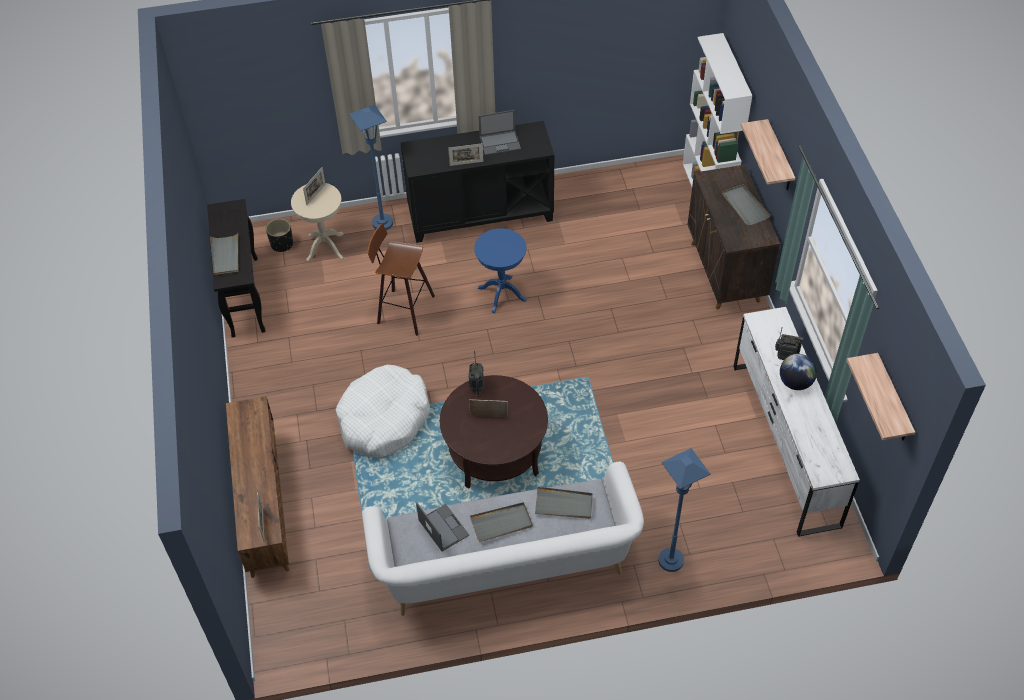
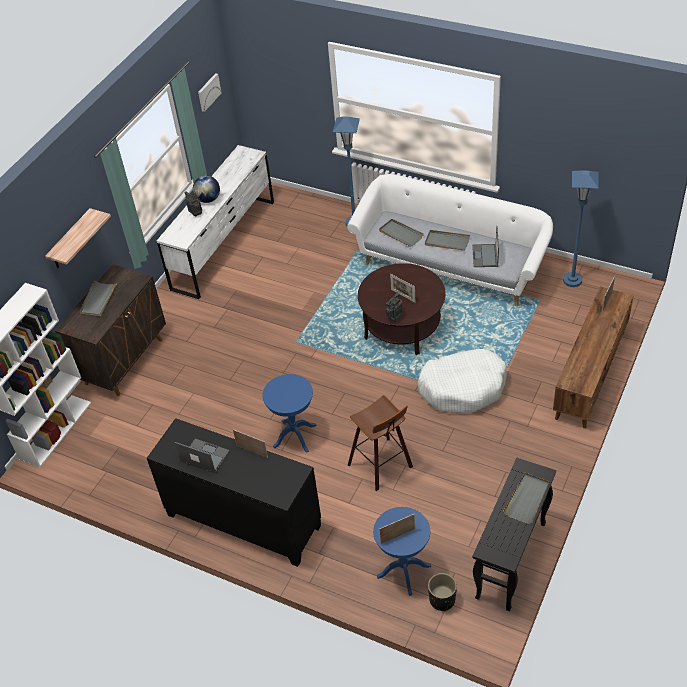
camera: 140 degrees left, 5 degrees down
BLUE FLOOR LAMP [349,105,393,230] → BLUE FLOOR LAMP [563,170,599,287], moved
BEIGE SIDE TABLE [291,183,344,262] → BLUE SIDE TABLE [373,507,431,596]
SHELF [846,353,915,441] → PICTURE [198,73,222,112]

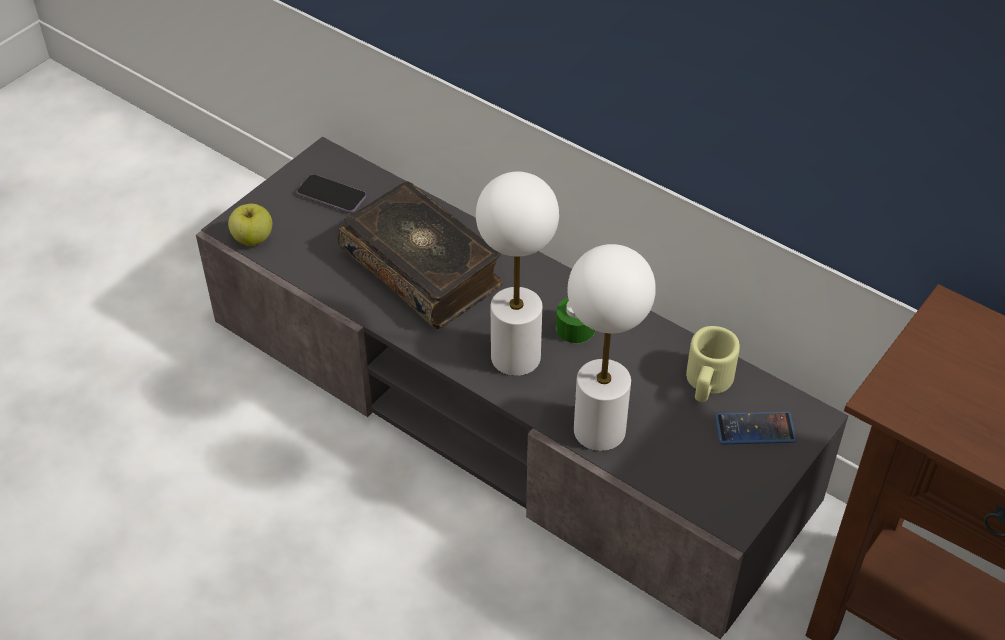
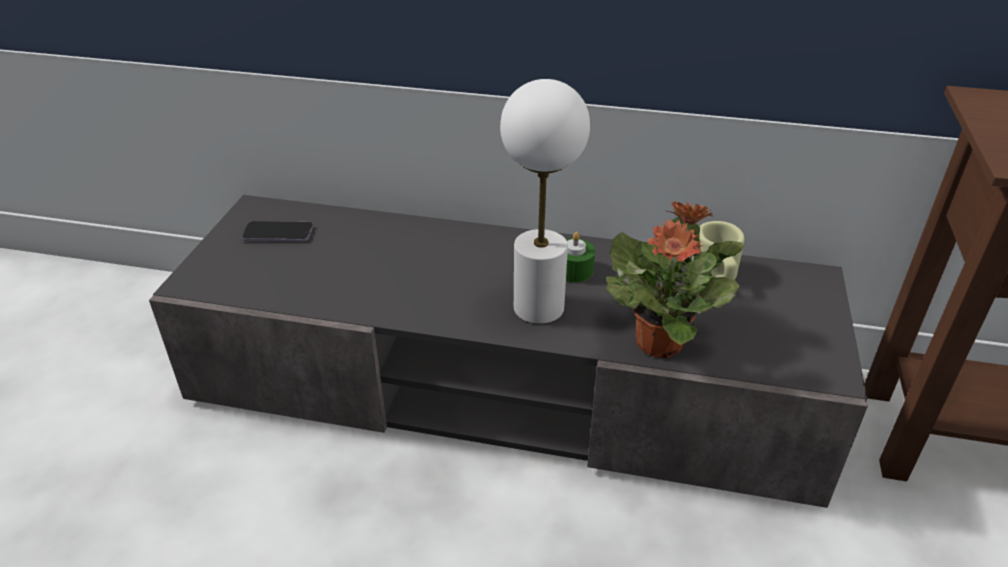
camera: 25 degrees left, 10 degrees down
BOOK [338,181,503,329] → -
APPLE [228,204,272,246] → -
WHITE TABLE LAMP [567,244,656,451] → POTTED PLANT [606,201,745,358]
PHONE [715,412,796,445] → -

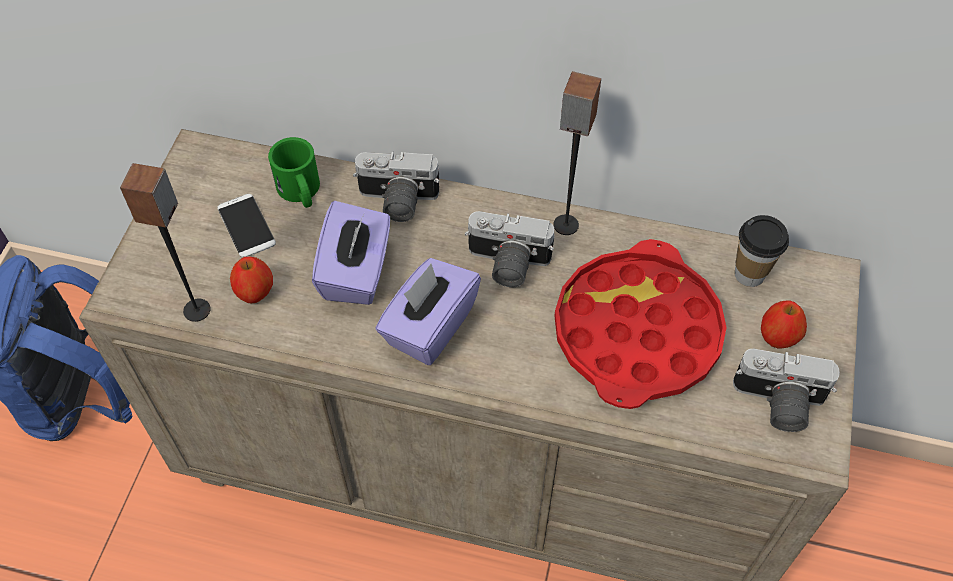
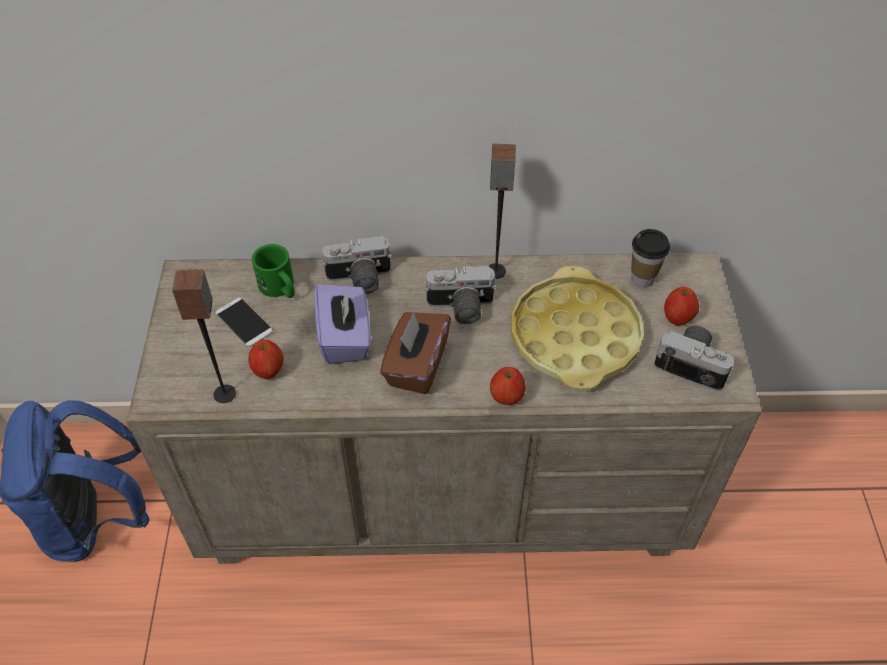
camera: 15 degrees left, 5 degrees down
RED TRAY [554,239,727,409] → YELLOW TRAY [511,266,644,390]
PURPLE TISSUE BOX [376,258,481,365] → BROWN TISSUE BOX [380,312,451,394]
PHOTO CAMERA [733,349,840,432] → PHOTO CAMERA [654,326,734,391], 150 degrees counterclockwise
- → APPLE [490,367,526,405]

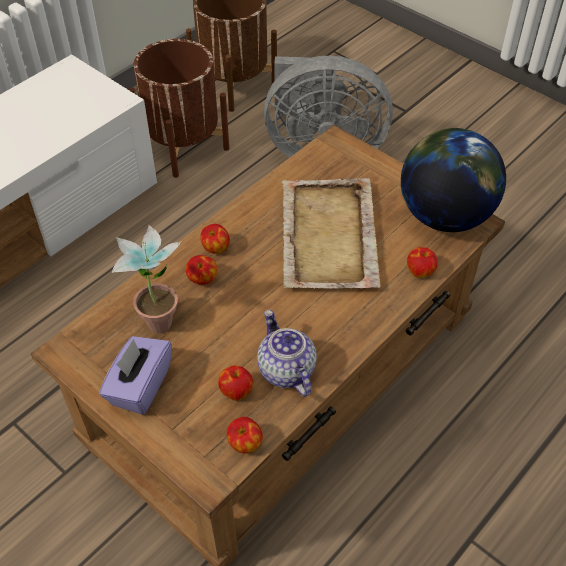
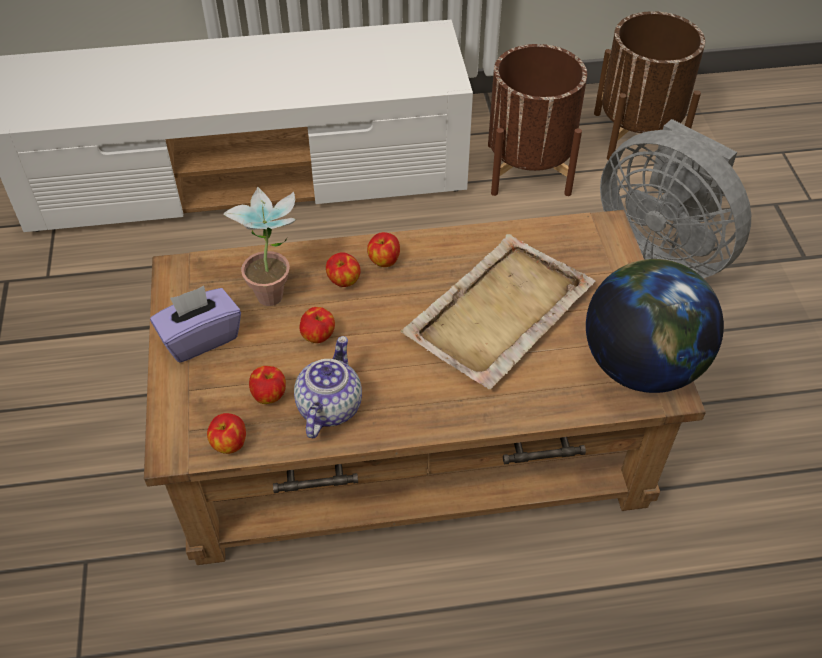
camera: 40 degrees right, 0 degrees up
APPLE [407,247,438,278] → APPLE [300,307,335,343], moved

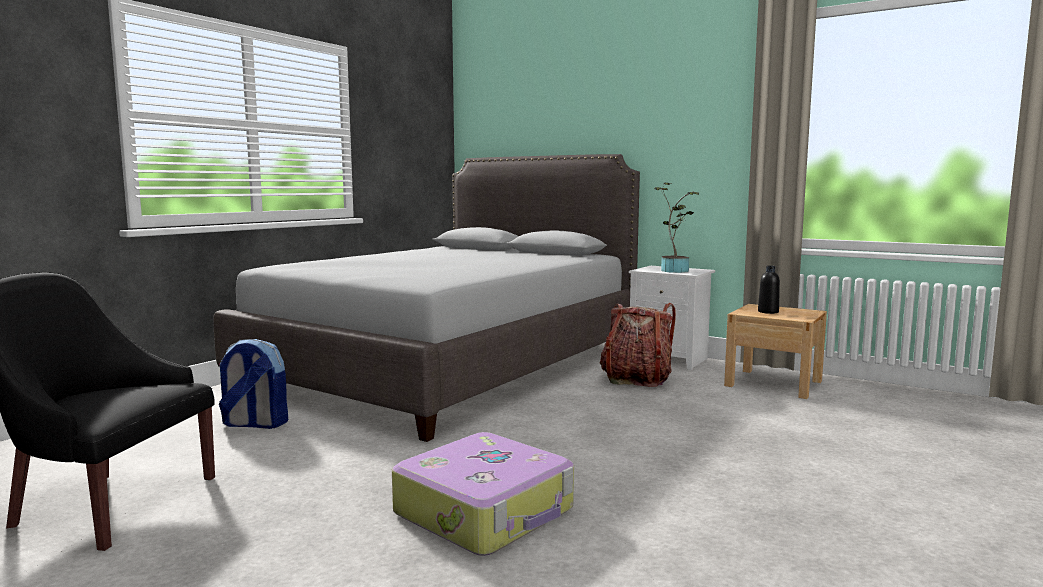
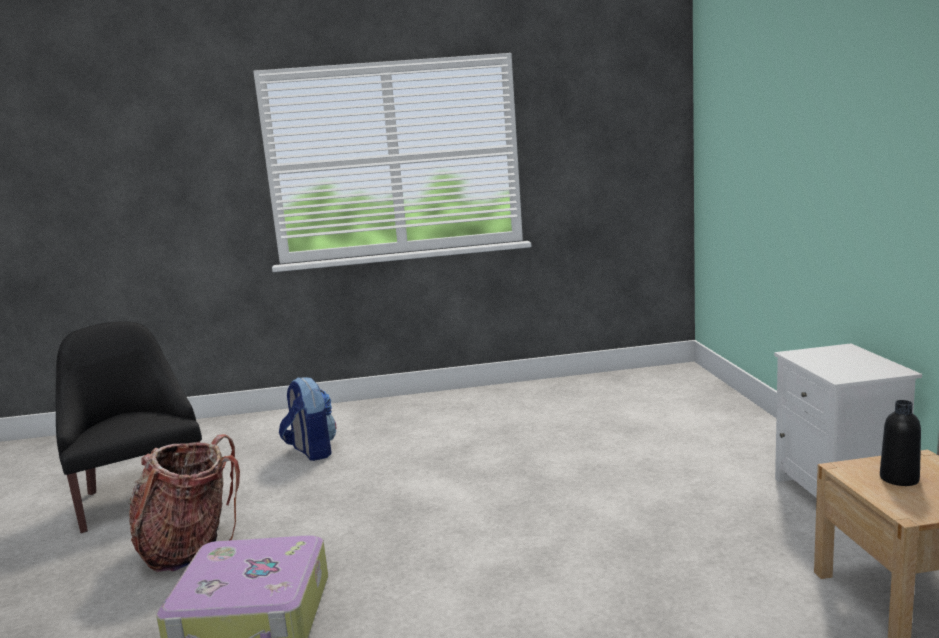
camera: 50 degrees right, 5 degrees up
GREY BED [213,154,640,442] → -
POTTED PLANT [654,182,699,273] → -
BACKPACK [600,303,676,387] → BACKPACK [129,434,240,572], moved

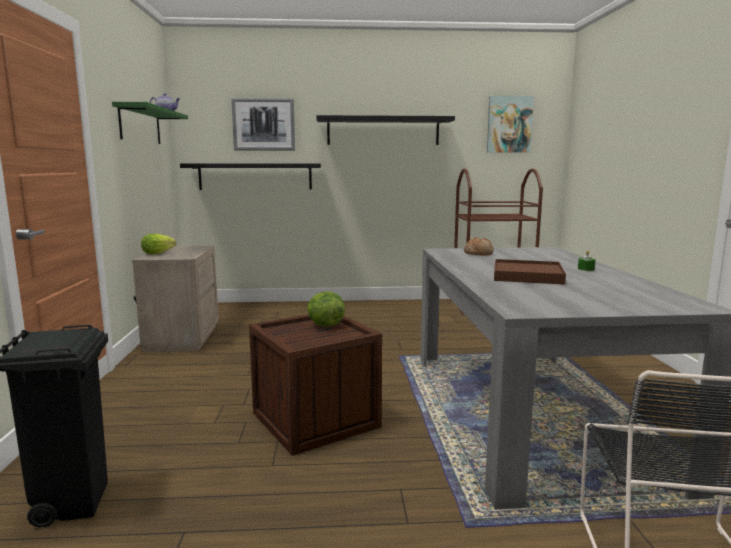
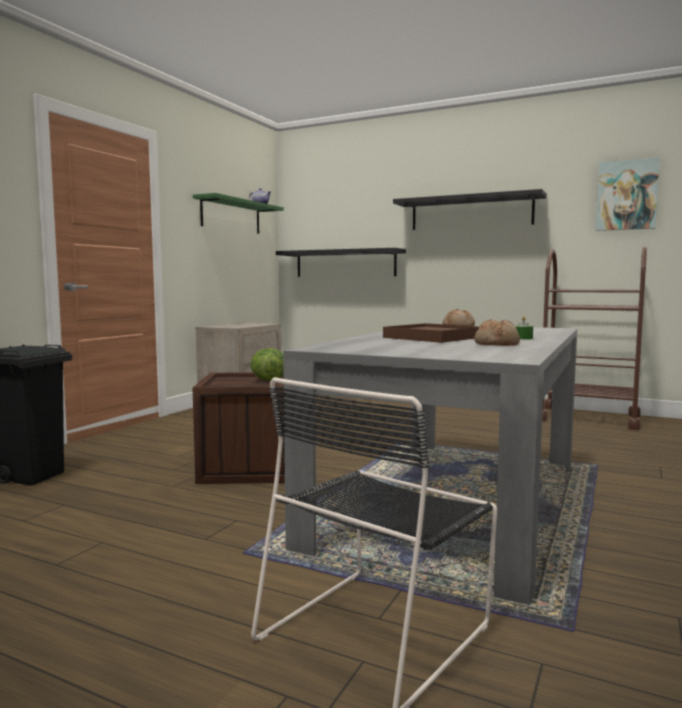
camera: 30 degrees right, 5 degrees down
PICTURE [231,98,295,150] → -
LETTUCE [141,234,176,254] → -
- → BREAD [474,319,520,346]

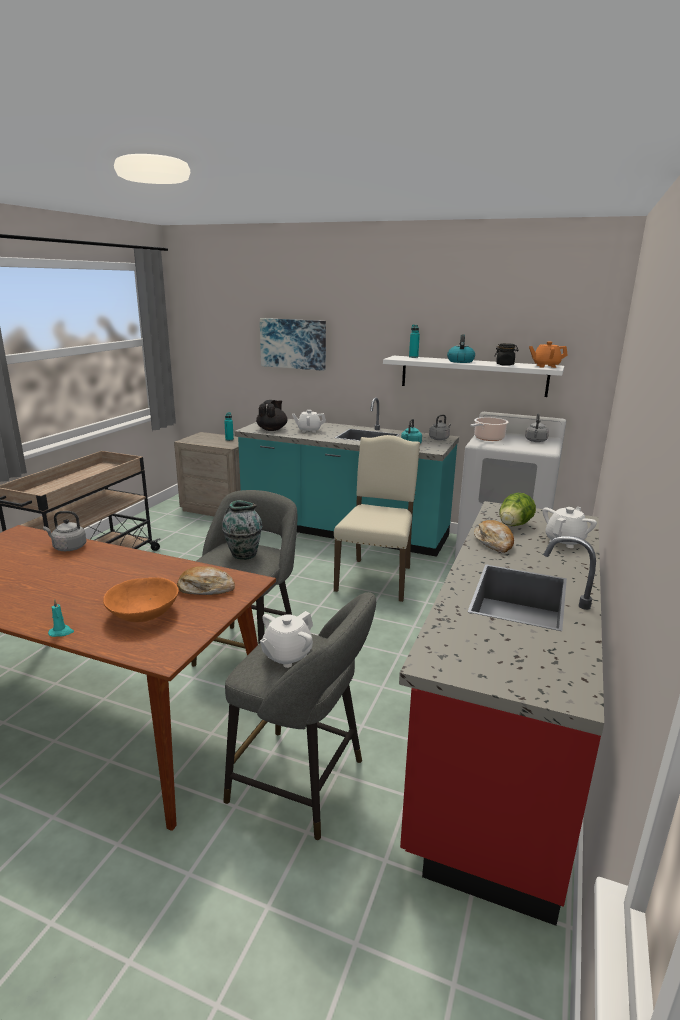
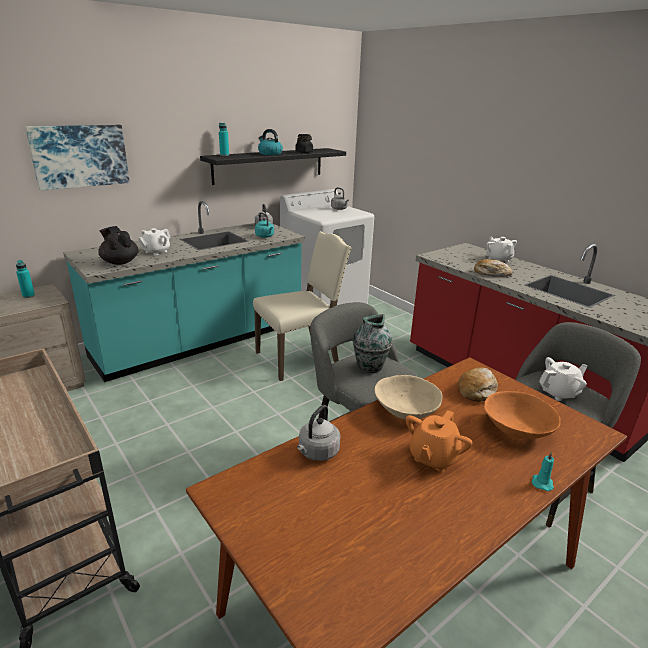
camera: 60 degrees left, 5 degrees up
ORANGE TEAPOT [529,342,568,368] → ORANGE TEAPOT [406,410,473,472], moved
WHITE SHELF [383,356,564,397] → BLACK SHELF [200,148,346,185]
COOKING POT [470,417,509,441] → -
BEIGE CHAIR [334,435,420,602] → BEIGE CHAIR [253,231,352,381], 105 degrees clockwise
LETTUCE [500,493,536,526] → -
WHITE TEAPOT [260,611,313,668] → WHITE TEAPOT [539,357,587,401], 90 degrees counterclockwise
- → BEIGE BOWL [375,375,443,420]

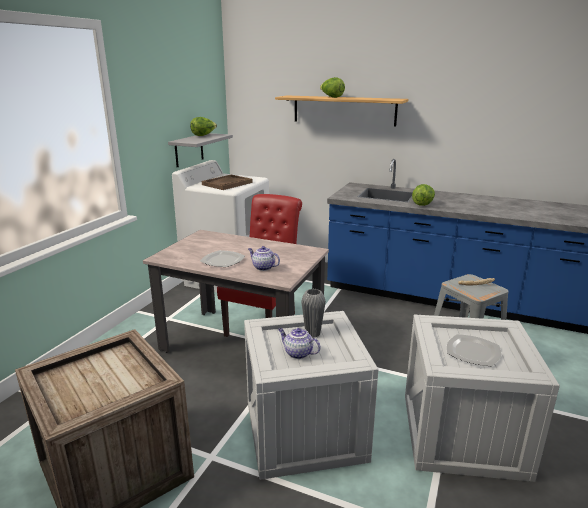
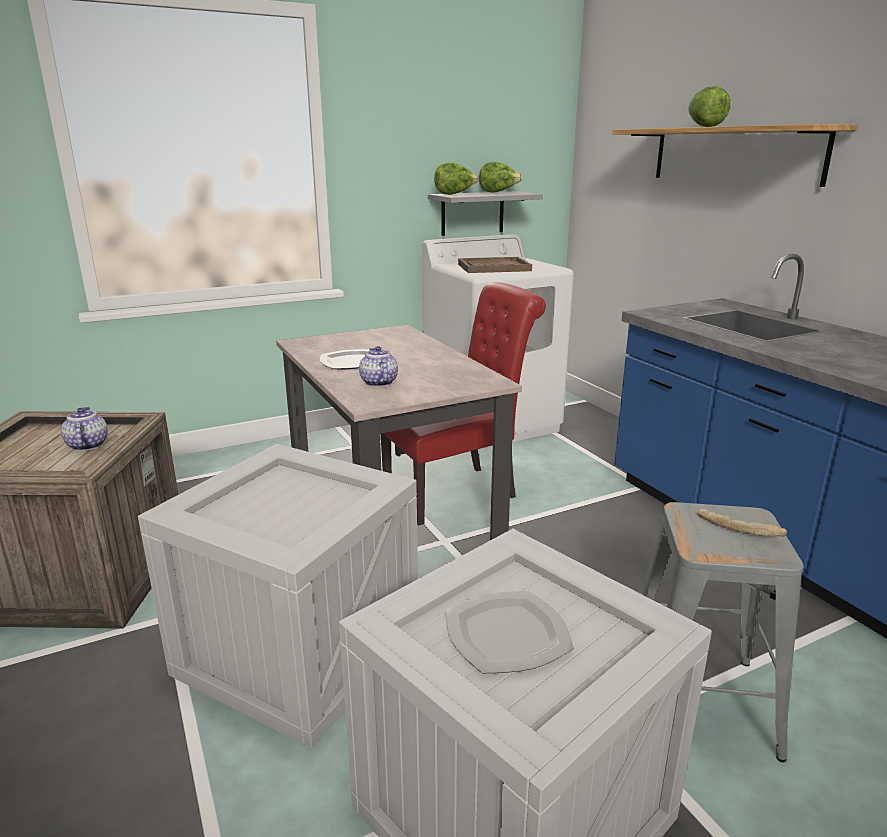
camera: 40 degrees right, 0 degrees up
LETTUCE [412,184,435,206] → LETTUCE [434,162,478,195], moved
GREY VASE [301,288,326,338] → -
TEAPOT [278,328,320,359] → TEAPOT [61,407,108,451], moved

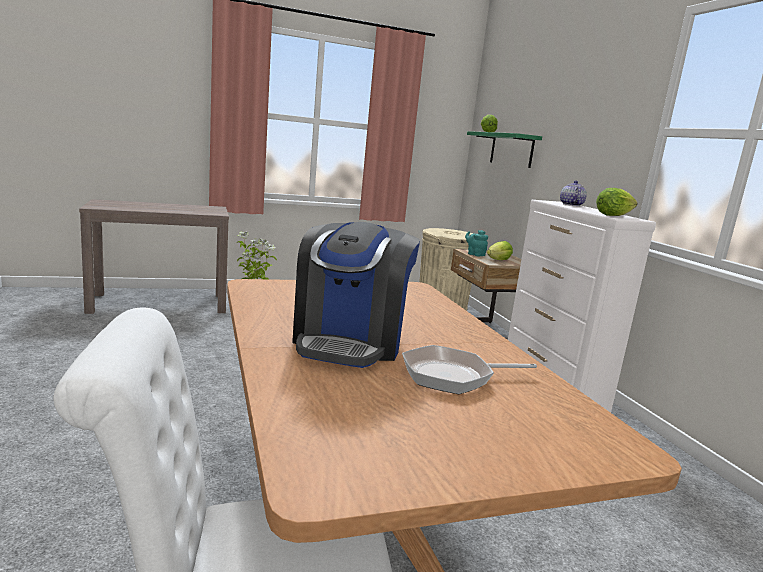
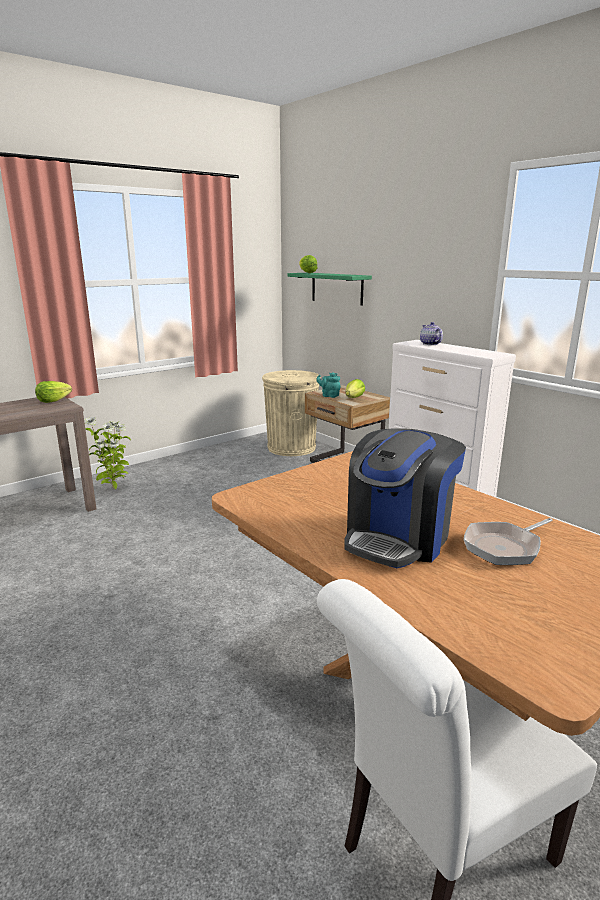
camera: 20 degrees left, 5 degrees up
LETTUCE [596,188,637,216] → LETTUCE [35,381,72,403], moved
COFFEE MACHINE [292,222,420,368] → COFFEE MACHINE [344,428,466,568], 45 degrees clockwise

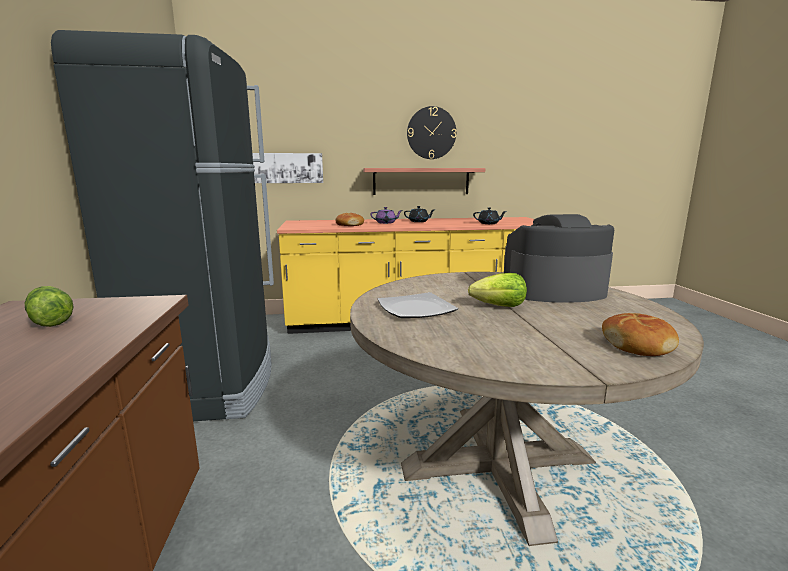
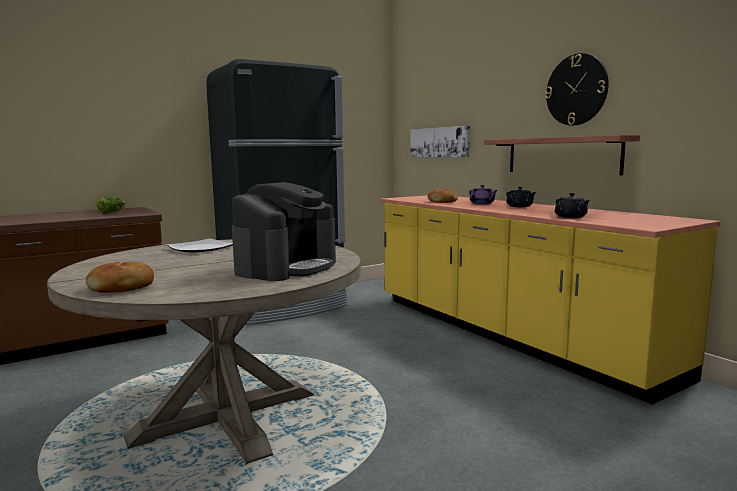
camera: 65 degrees right, 5 degrees down
COFFEE MACHINE [504,214,614,303] → COFFEE MACHINE [232,182,336,281], 60 degrees clockwise
LETTUCE [468,273,527,307] → -

